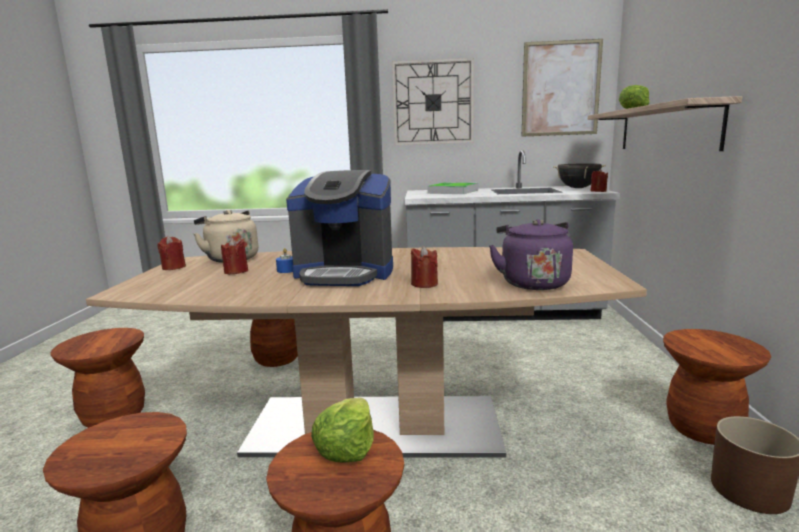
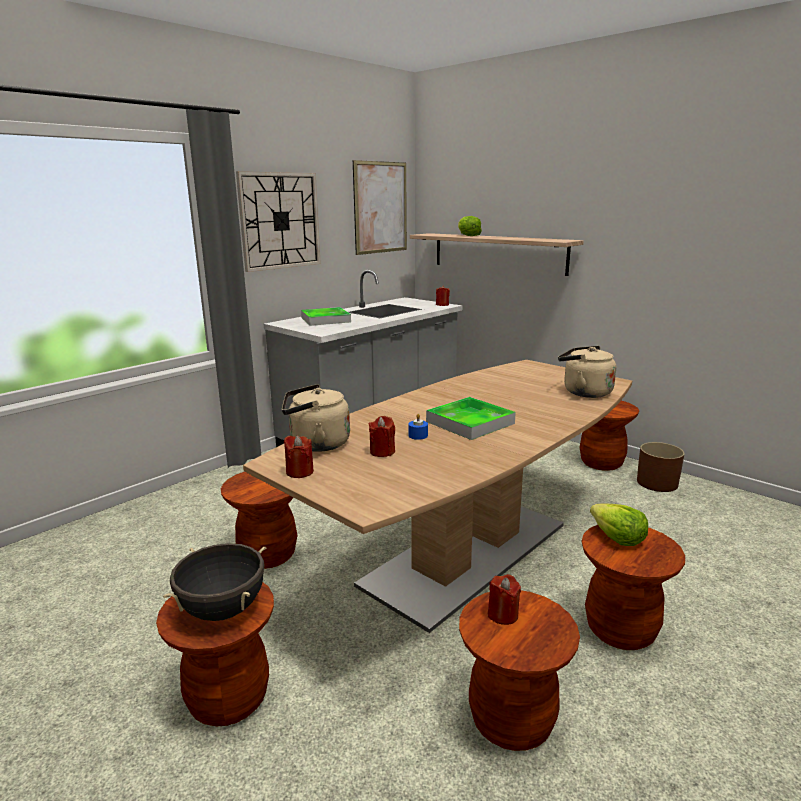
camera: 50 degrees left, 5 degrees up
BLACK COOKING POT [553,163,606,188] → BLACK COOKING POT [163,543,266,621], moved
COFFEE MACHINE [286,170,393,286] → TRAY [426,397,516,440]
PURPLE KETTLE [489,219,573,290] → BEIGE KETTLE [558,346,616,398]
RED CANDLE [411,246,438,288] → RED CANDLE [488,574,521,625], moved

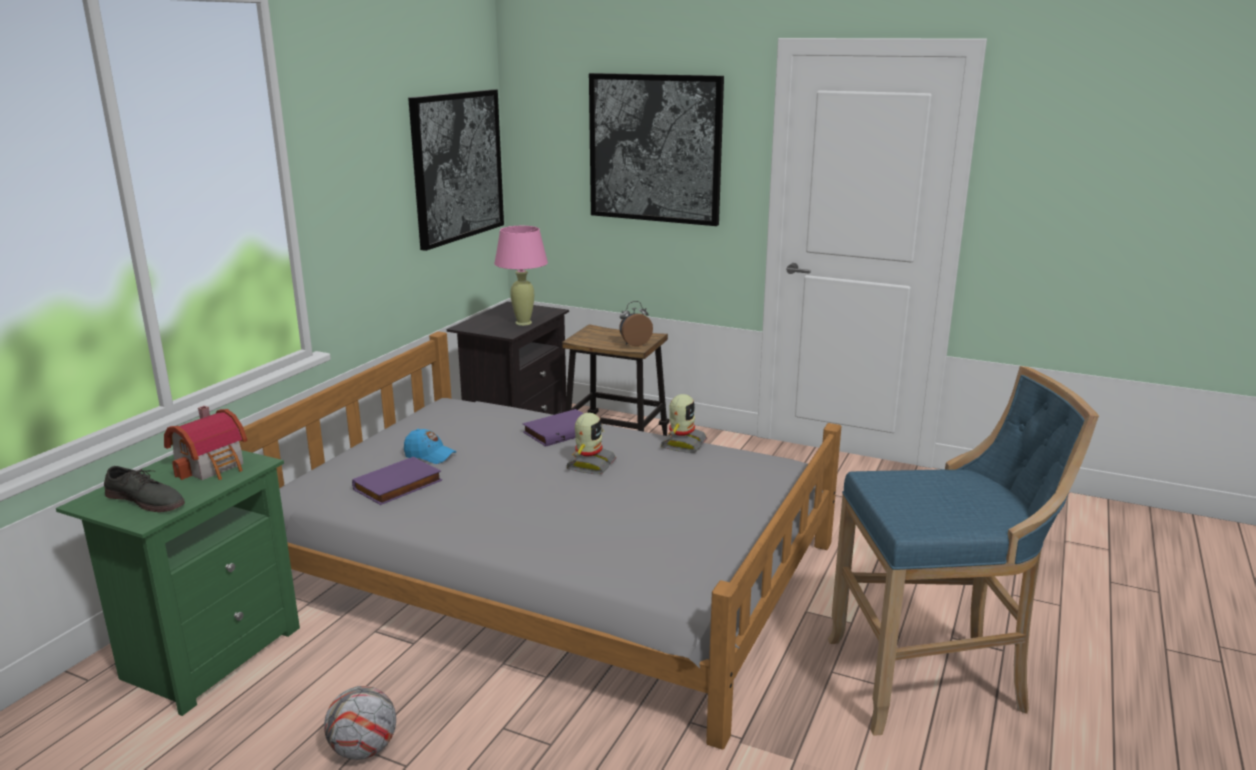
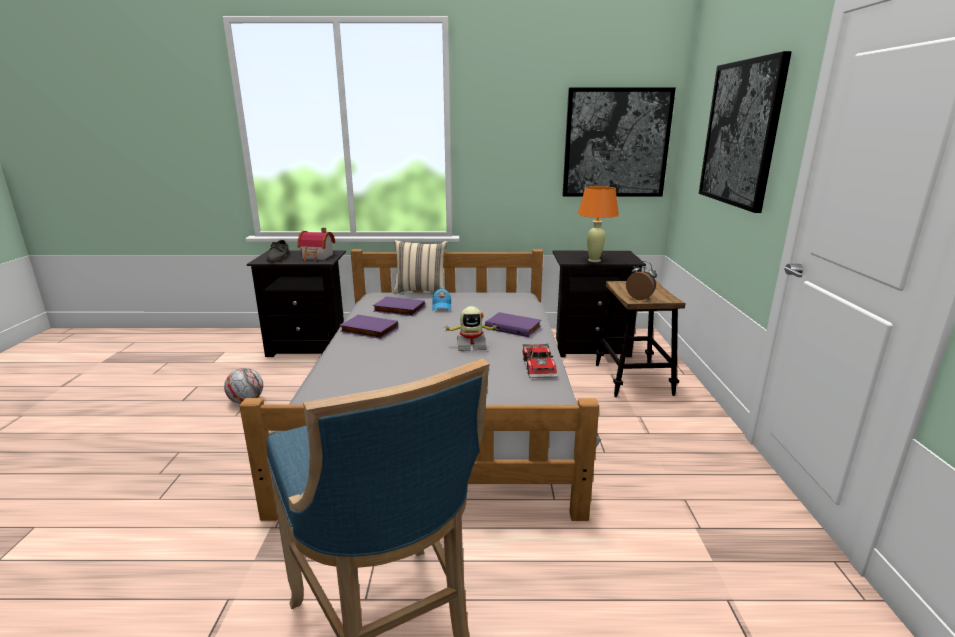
camera: 65 degrees right, 0 degrees up
PINK TABLE LAMP [494,226,548,326] → ORANGE TABLE LAMP [578,186,619,262]
TOY ROBOT [661,394,707,453] → TOY CAR [523,344,557,378]
GREEN NIGHTSTAND [56,450,300,716] → BLACK NIGHTSTAND [247,250,346,357]
- → BEIGE PILLOW [393,240,447,294]
- → PURPLE BOOK [339,315,398,339]

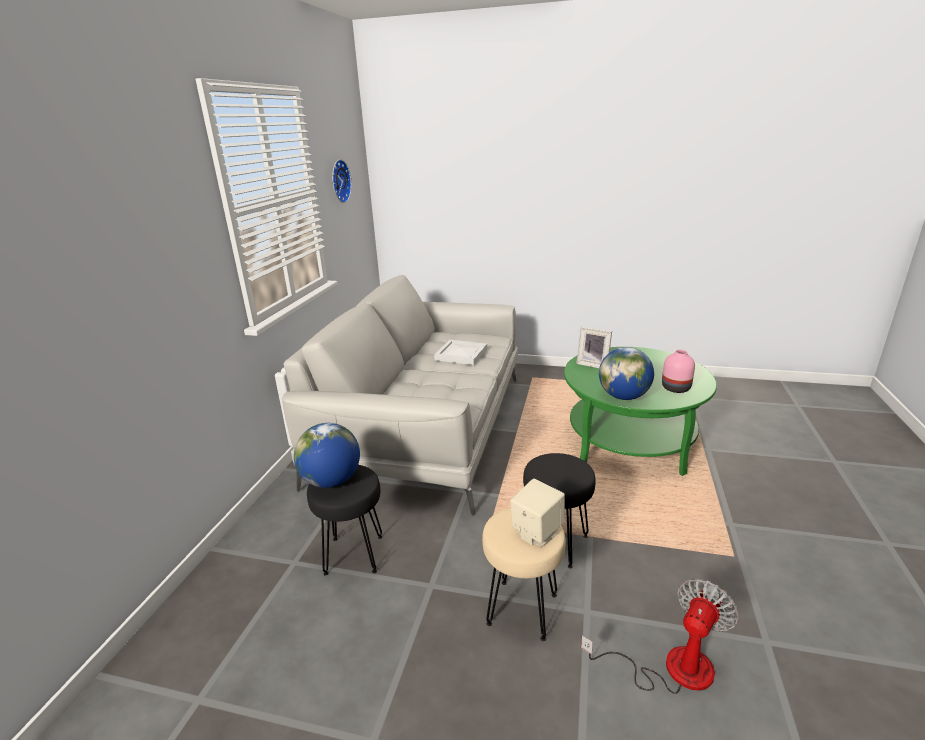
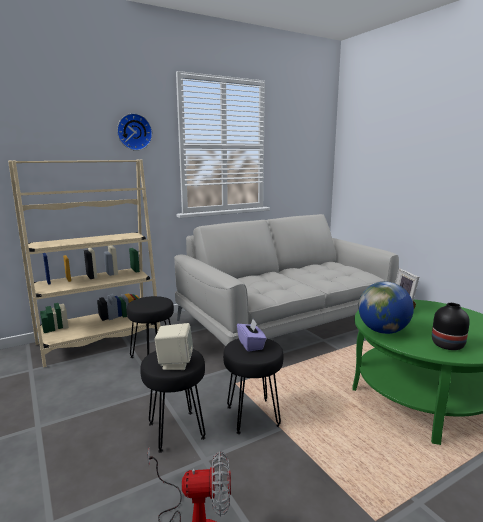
camera: 45 degrees right, 10 degrees down
WALL CLOCK [332,159,352,203] → WALL CLOCK [117,113,152,151], moved
WHITE TRAY [434,340,487,365] → -
PINK VASE [662,350,695,393] → BLACK VASE [432,303,470,350]
GLOBE [294,423,360,488] → -
BEIGE STOOL [482,508,566,641] → BLACK STOOL [140,349,205,453]
- → BEIGE BOOKCASE [8,160,160,367]
- → PURPLE TISSUE BOX [237,319,267,352]

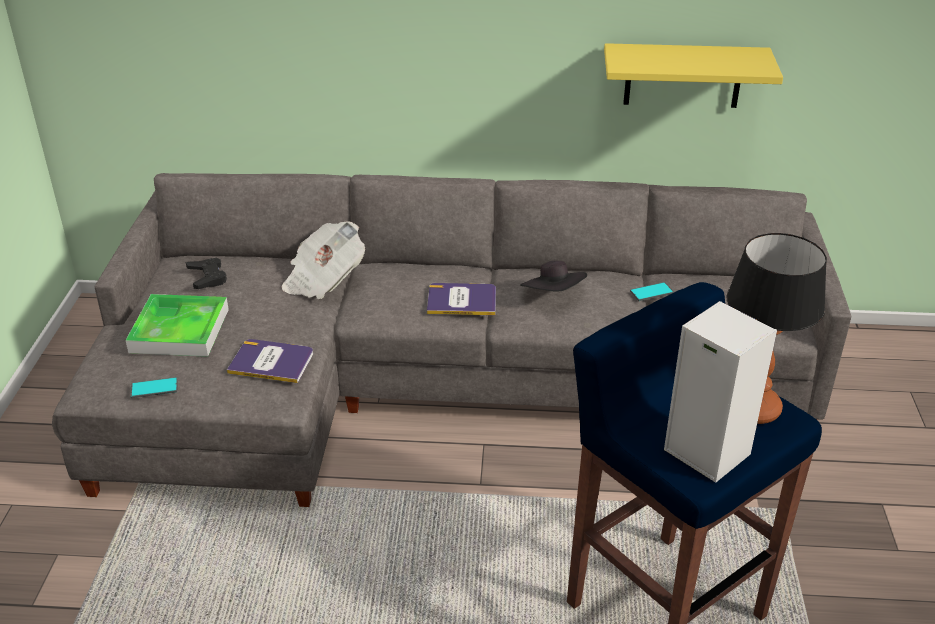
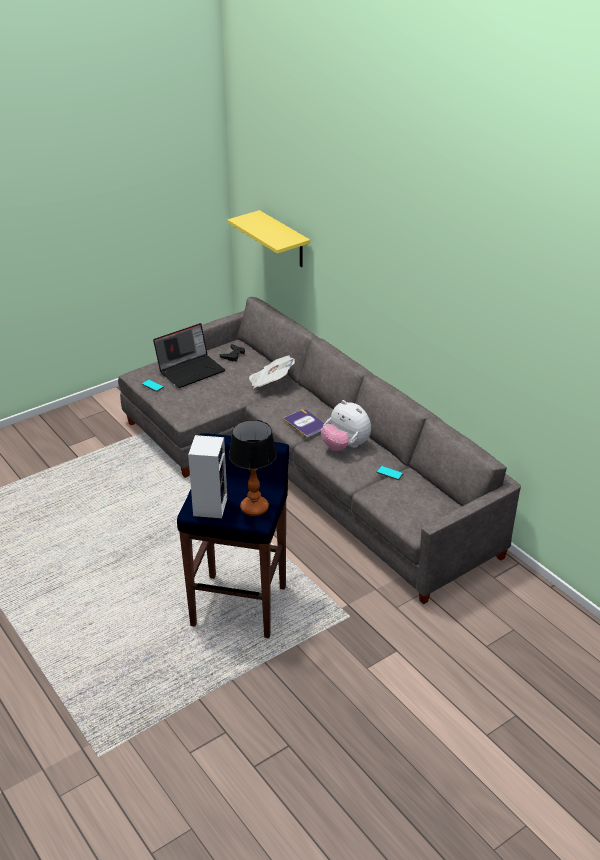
camera: 50 degrees right, 0 degrees up
YELLOW SHELF [604,43,783,108] → YELLOW SHELF [228,210,310,267], moved
BLACK HAT [520,260,587,291] → PLUSH TOY [321,400,371,451]
TRAY [125,294,229,357] → LAPTOP [153,323,225,388]
BOOK [227,339,313,383] → -

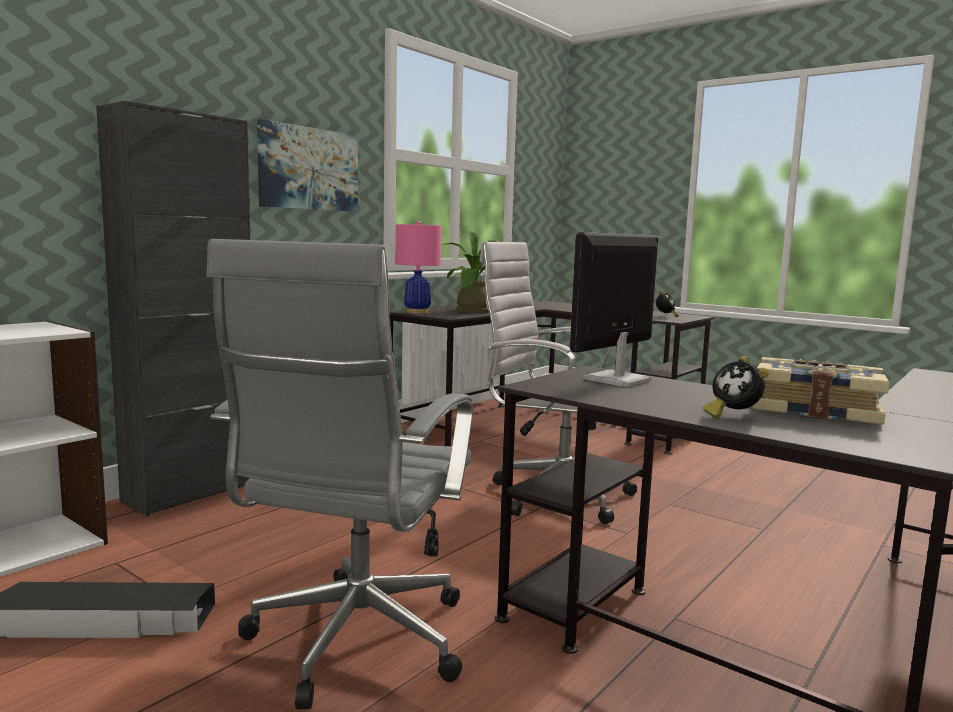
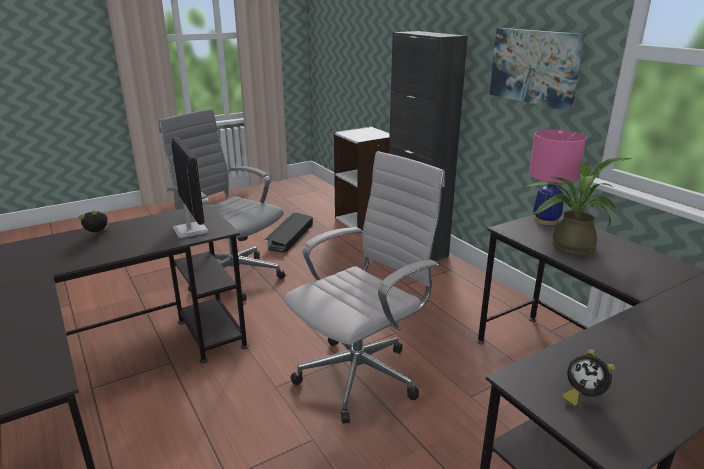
camera: 110 degrees right, 15 degrees up
BOOK [752,357,890,425] → -

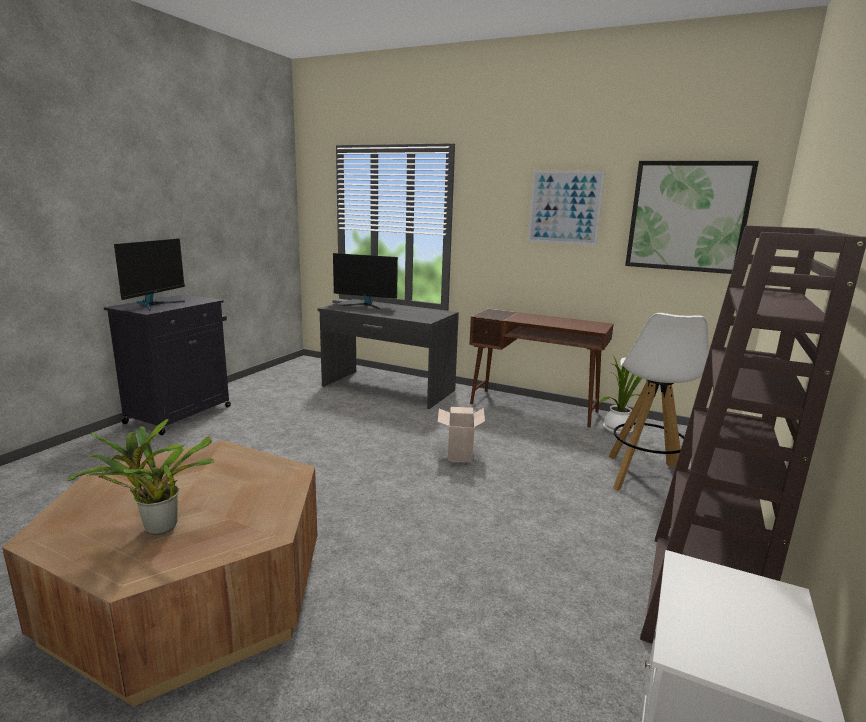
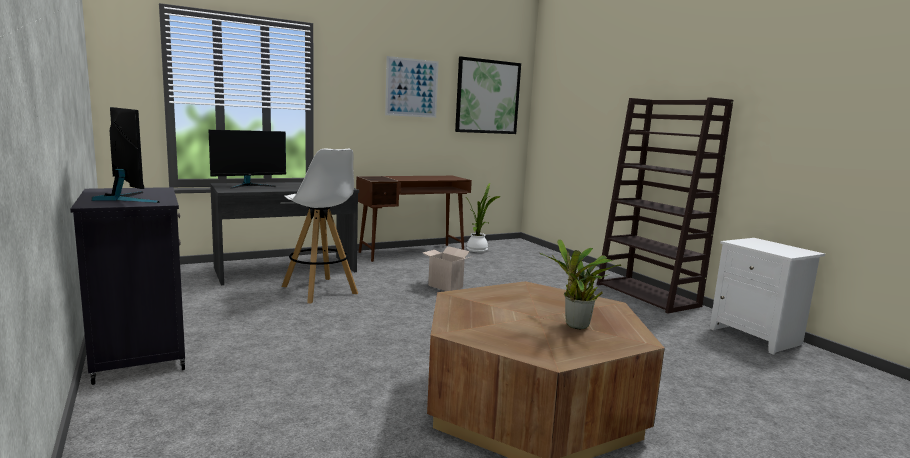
camera: 55 degrees left, 5 degrees down
WHITE STOOL [608,313,709,491] → WHITE STOOL [282,148,358,304], moved

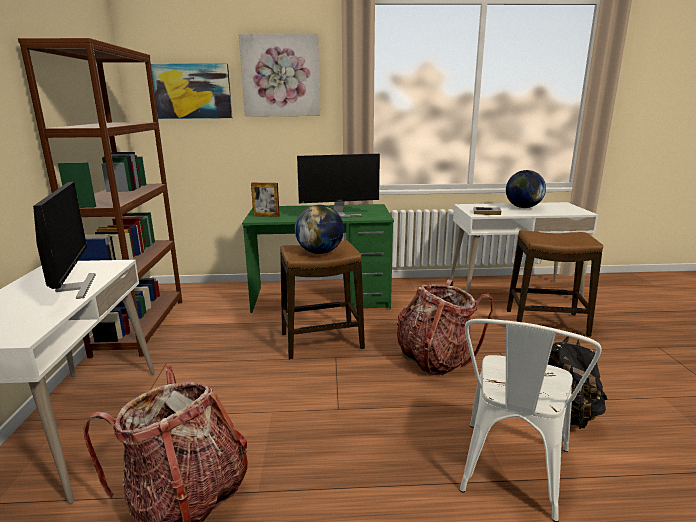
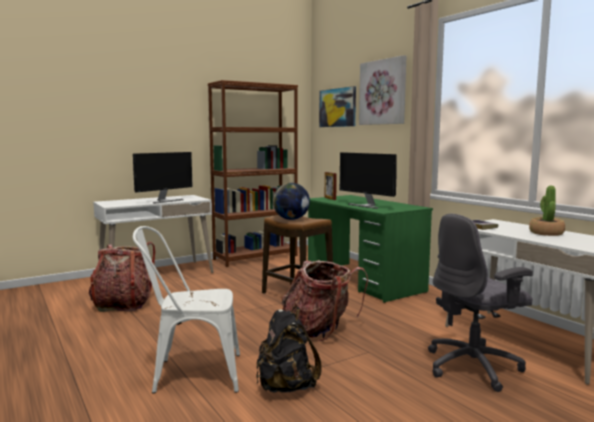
camera: 60 degrees right, 10 degrees down
GLOBE [506,170,546,208] → POTTED PLANT [529,186,565,236]
STOOL [507,230,603,337] → GREY OFFICE CHAIR [428,214,533,392]

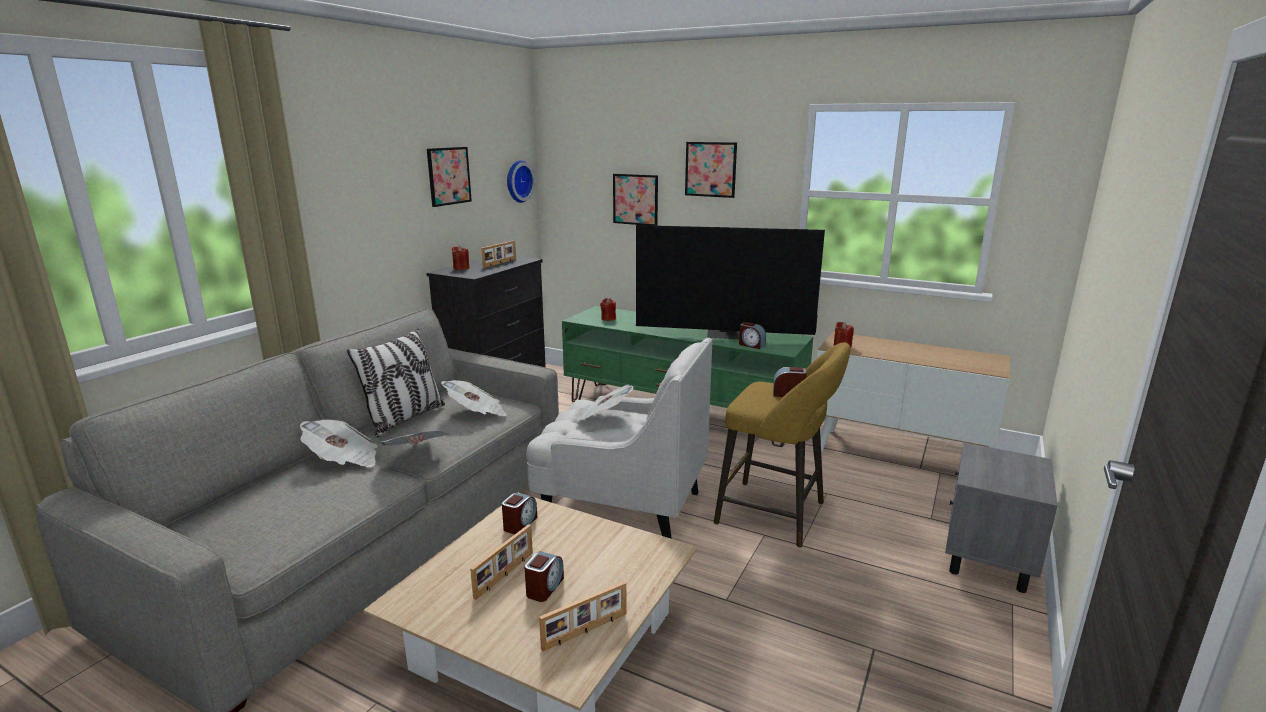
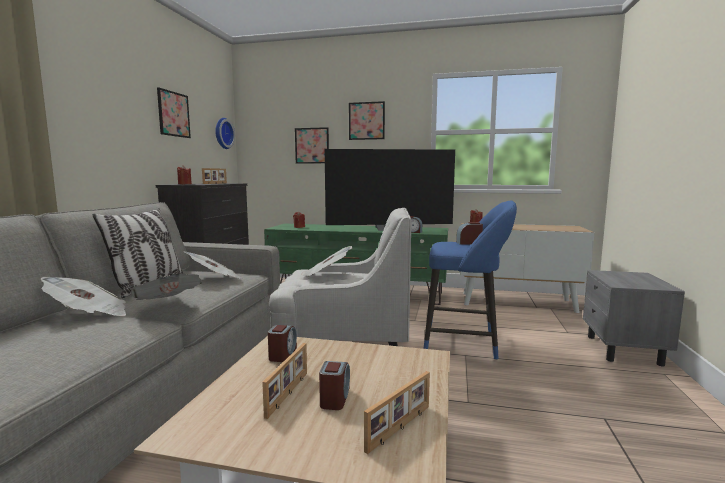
camera: 15 degrees left, 10 degrees down
YELLOW STOOL [714,342,850,548] → BLUE STOOL [424,201,517,360]

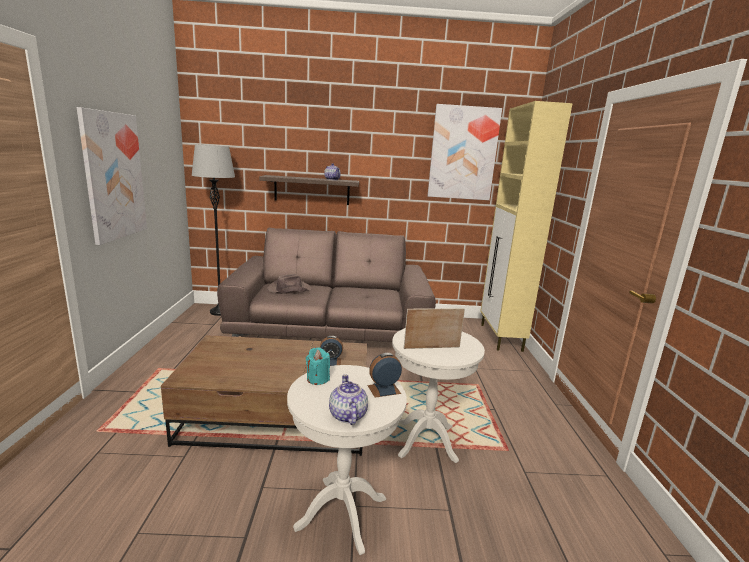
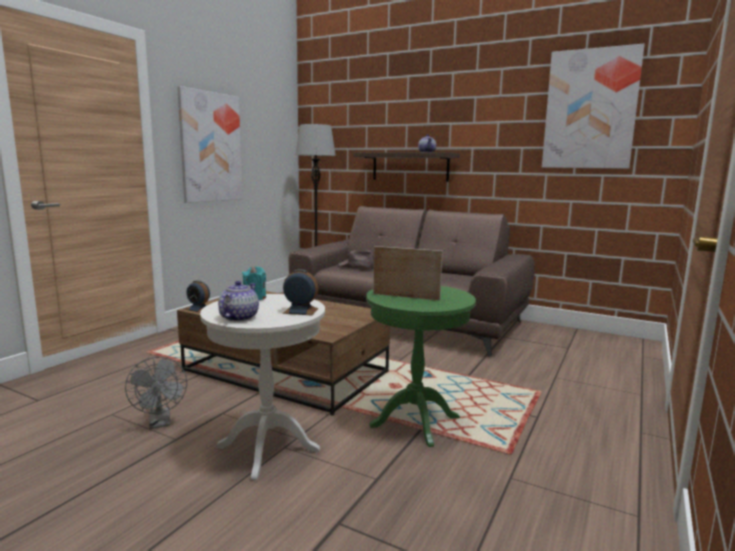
camera: 30 degrees right, 5 degrees down
BEIGE CABINET [480,101,573,352] → -
WHITE SIDE TABLE [392,328,485,463] → GREEN SIDE TABLE [366,286,476,447]
ALARM CLOCK [320,336,343,366] → ALARM CLOCK [185,280,210,312], moved
- → GREY FAN [125,357,187,429]

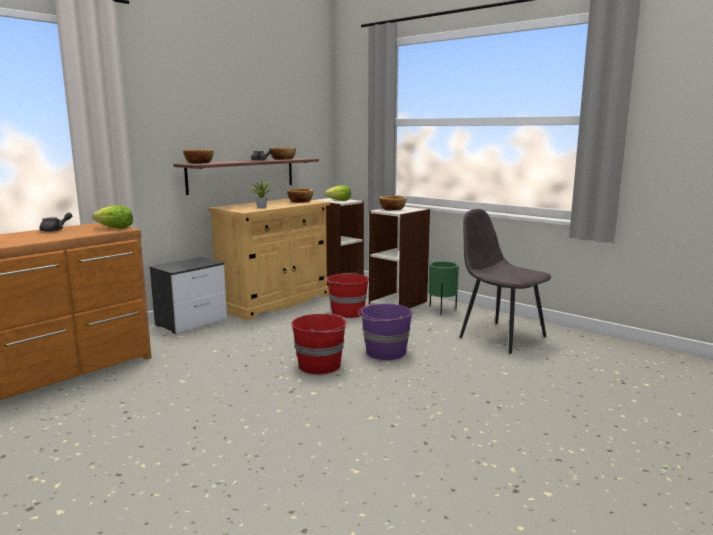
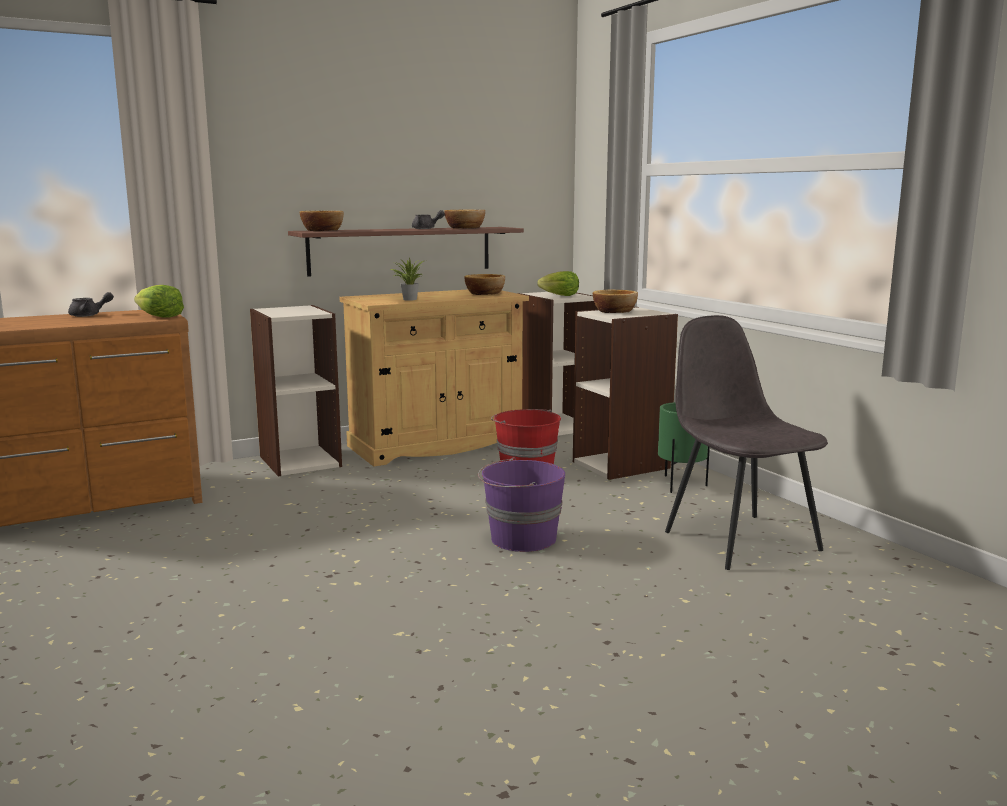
camera: 20 degrees right, 0 degrees up
NIGHTSTAND [149,257,227,334] → BOOKCASE [250,305,342,476]
RED BUCKET [291,312,349,374] → -

